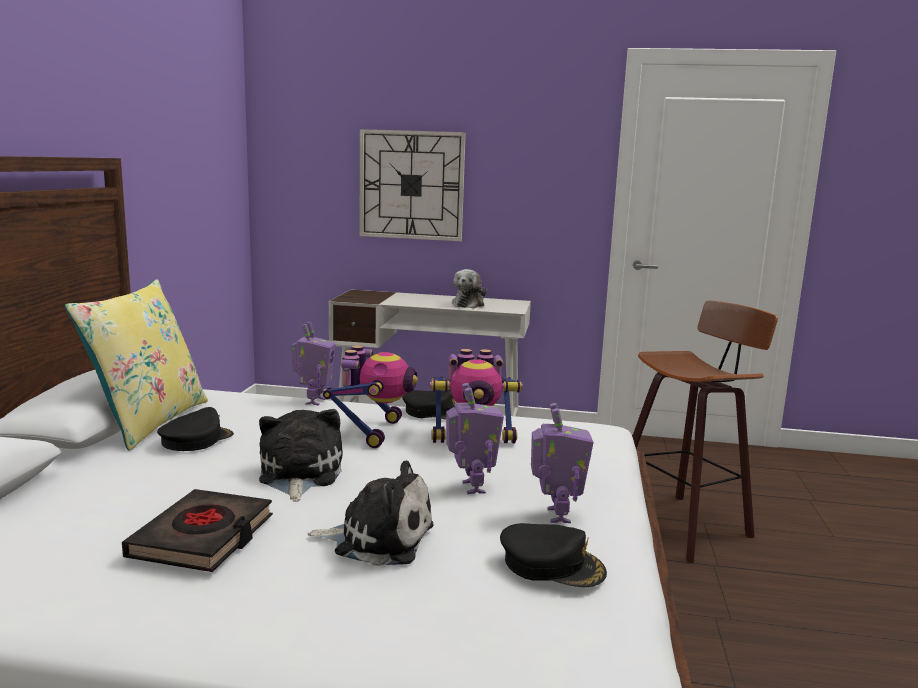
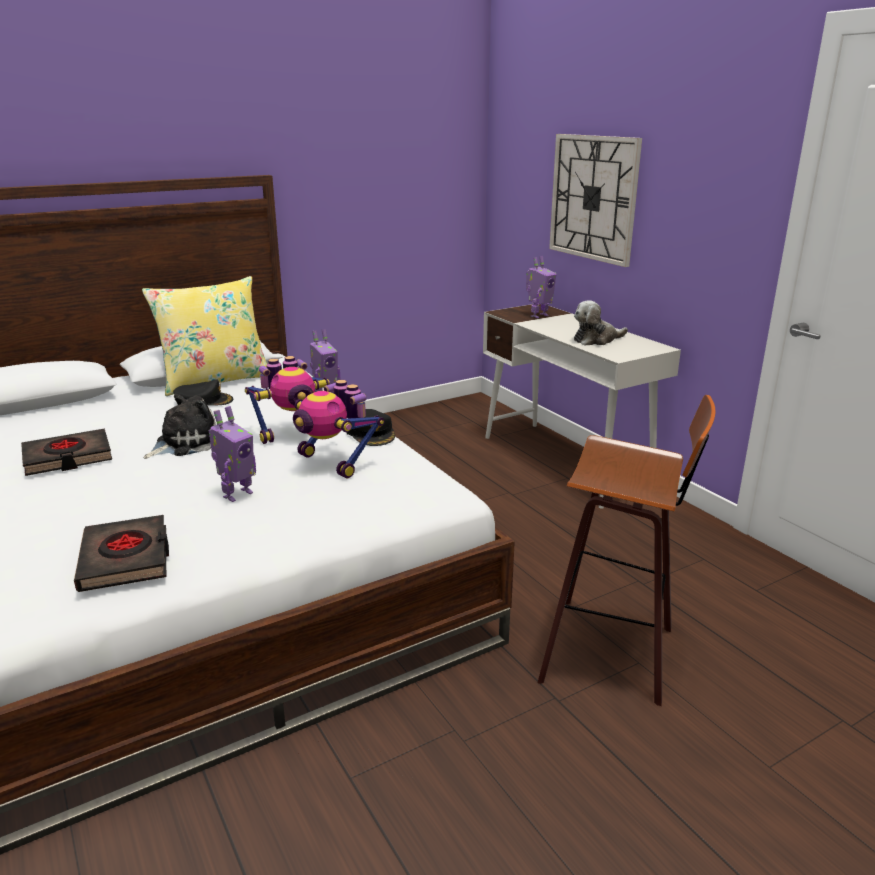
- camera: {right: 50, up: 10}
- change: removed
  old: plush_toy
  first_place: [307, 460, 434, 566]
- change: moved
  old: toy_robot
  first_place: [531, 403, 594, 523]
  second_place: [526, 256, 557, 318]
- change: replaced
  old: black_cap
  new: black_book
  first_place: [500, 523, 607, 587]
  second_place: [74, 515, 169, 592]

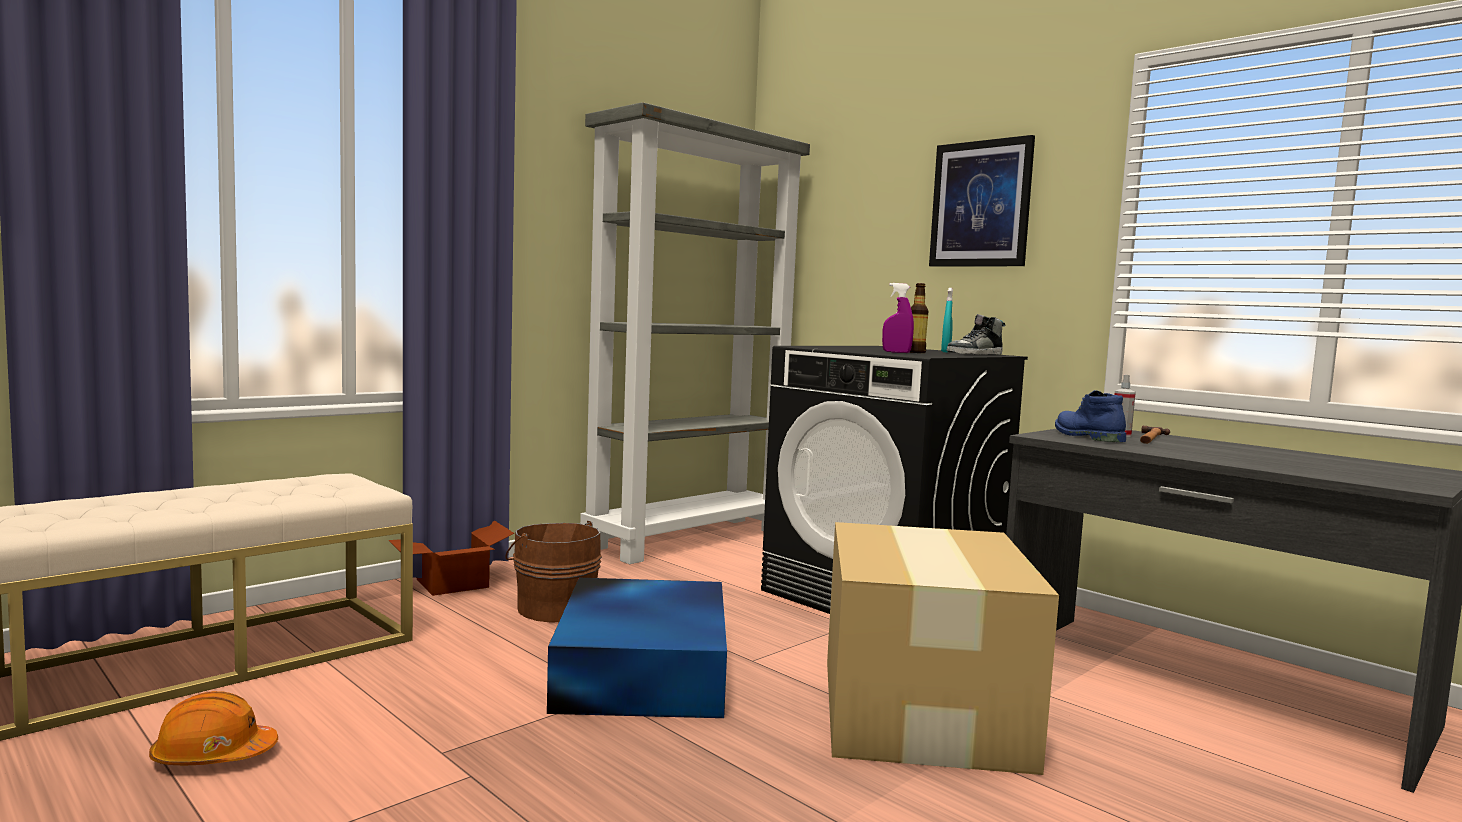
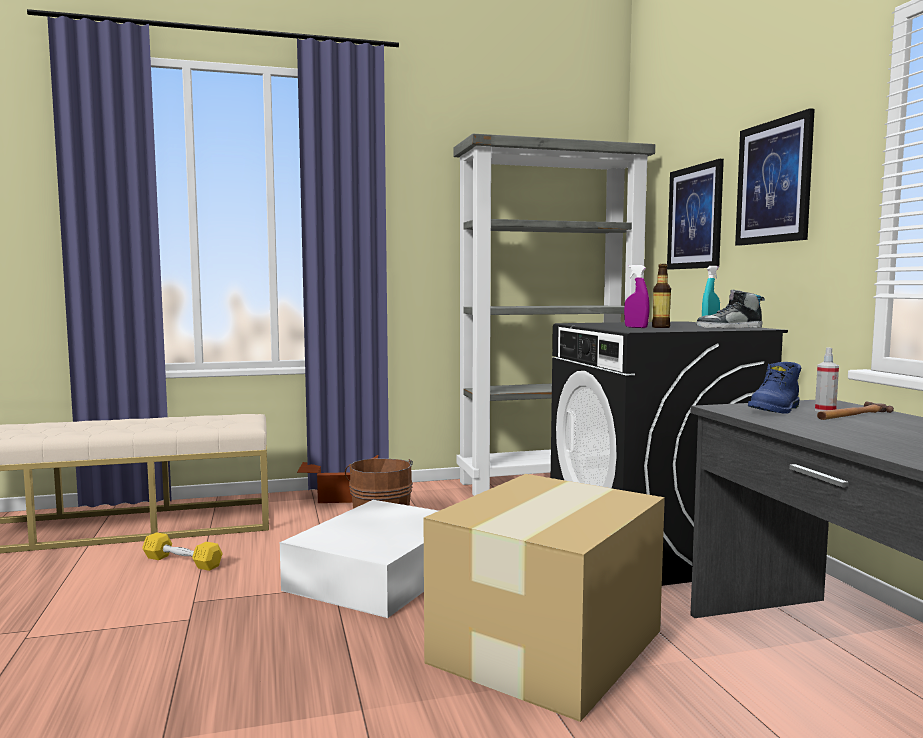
- camera: {right: 30, up: 0}
- change: removed
  old: orange_hard_hat
  first_place: [149, 691, 278, 765]
- change: added
  new: yellow_dumbbell
  second_place: [142, 532, 223, 571]
- change: added
  new: picture
  second_place: [667, 159, 724, 270]
- change: recoloured
  old: blue_storage_box
  new: white_storage_box
  first_place: [547, 578, 727, 718]
  second_place: [280, 500, 438, 618]
- change: turned
  old: blue_boot
  first_place: [1055, 390, 1126, 442]
  second_place: [748, 362, 801, 414]
  degrees: -150

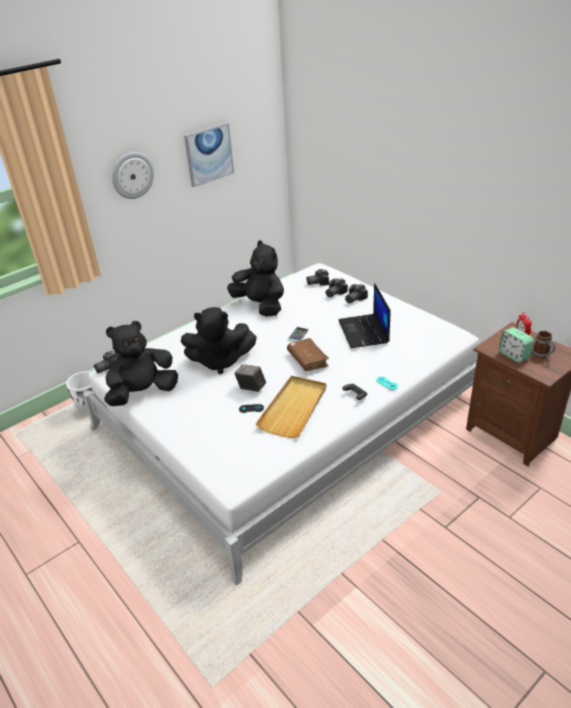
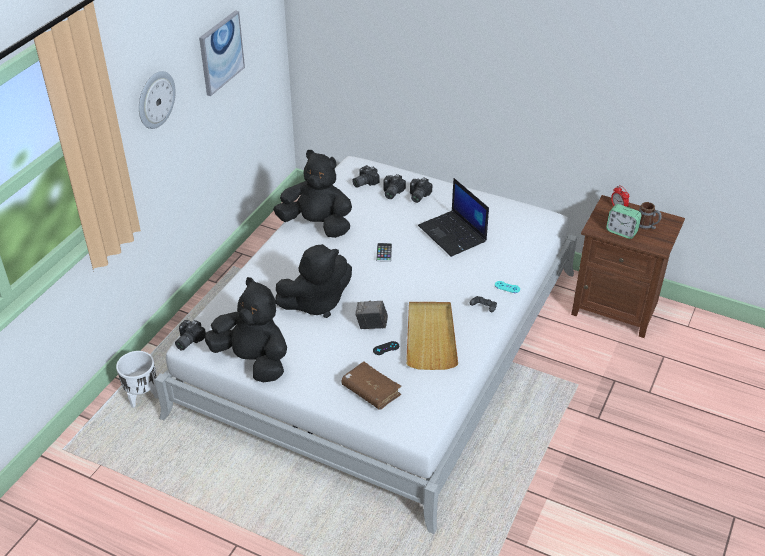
- camera: {right: -25, up: 5}
- change: moved
  old: brown_book
  first_place: [287, 338, 329, 371]
  second_place: [341, 362, 402, 410]
- change: turned
  old: black_plush_toy
  first_place: [104, 321, 178, 406]
  second_place: [205, 277, 287, 382]
  degrees: 90

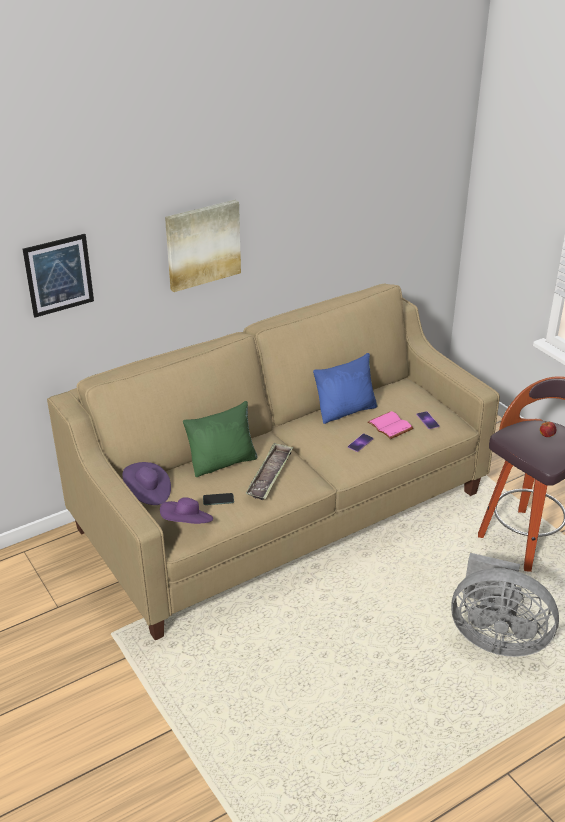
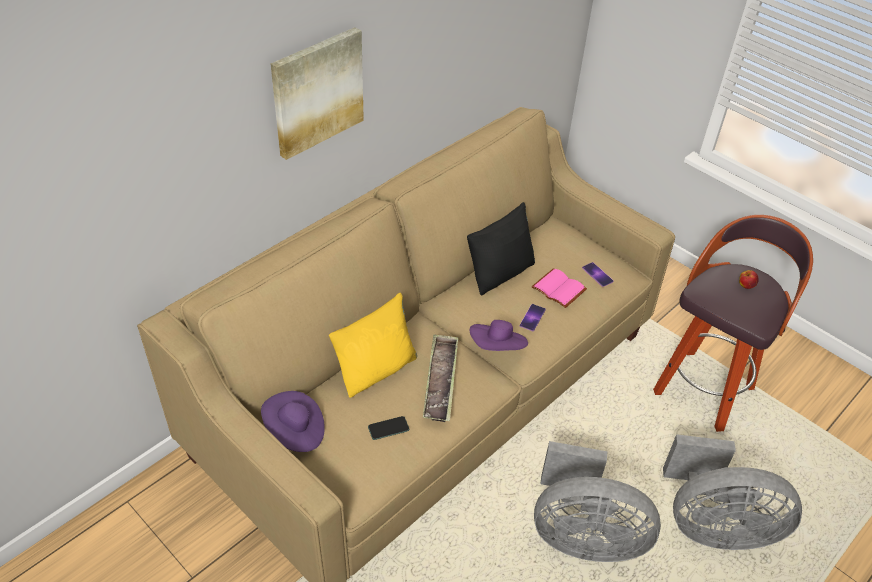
- camera: {right: -15, up: 10}
- change: removed
  old: picture
  first_place: [22, 234, 94, 318]
- change: added
  new: grey_fan
  second_place: [534, 441, 661, 562]
- change: moved
  old: purple_hat
  first_place: [160, 497, 213, 524]
  second_place: [470, 320, 528, 351]
- change: recoloured
  old: green_pillow
  new: yellow_pillow
  first_place: [183, 401, 258, 477]
  second_place: [329, 293, 417, 398]
- change: recoloured
  old: blue_pillow
  new: black_pillow
  first_place: [313, 353, 377, 424]
  second_place: [467, 202, 535, 295]

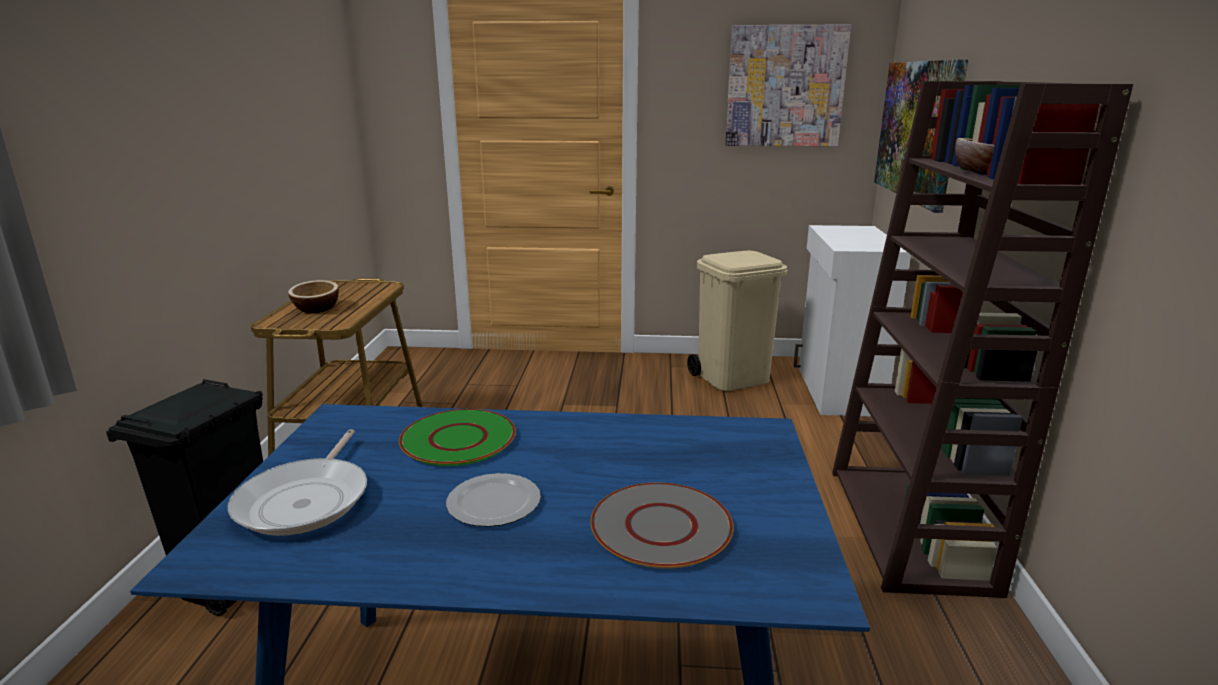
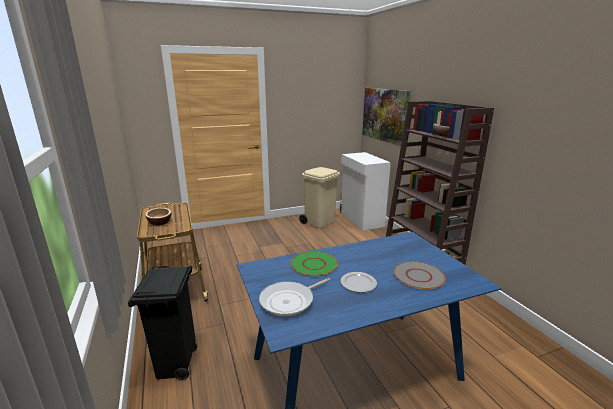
- camera: {right: -25, up: 0}
- change: removed
  old: picture
  first_place: [725, 25, 851, 146]
- change: turned
  old: frying_pan
  first_place: [228, 429, 367, 536]
  second_place: [259, 278, 330, 316]
  degrees: 75

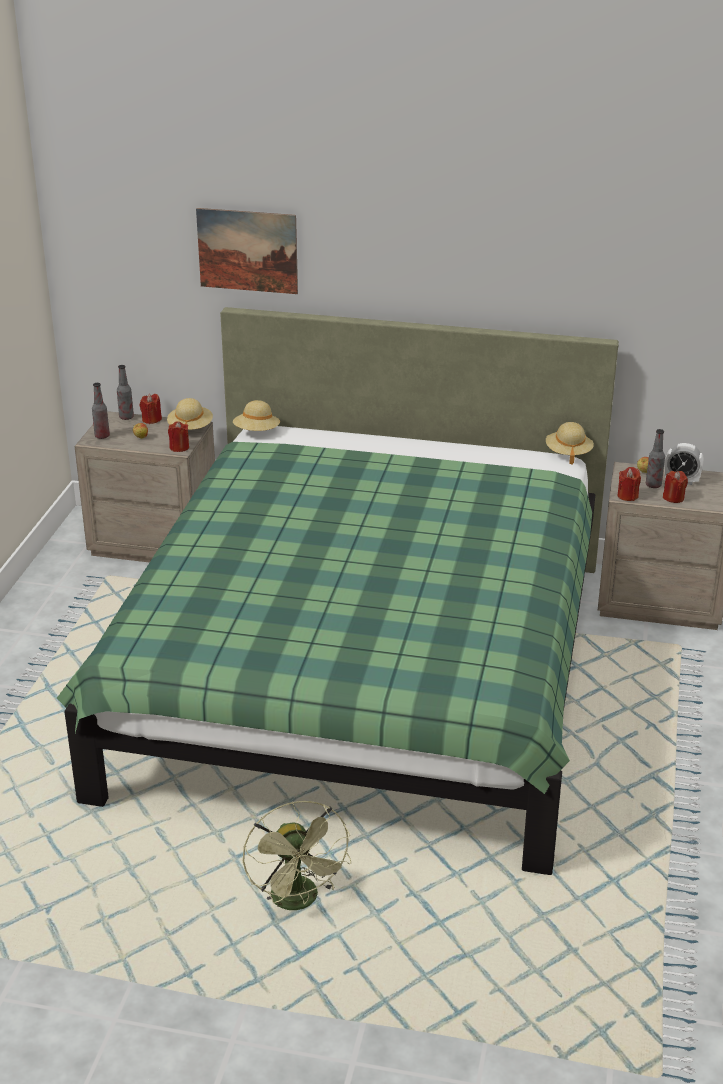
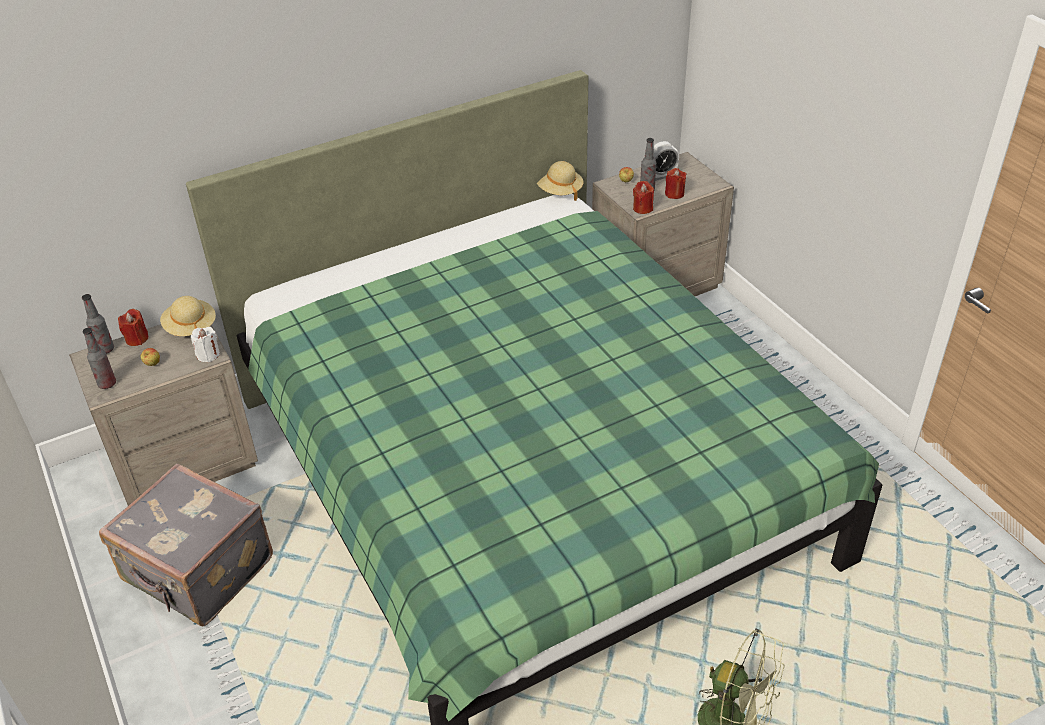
- camera: {right: -40, up: 10}
- change: removed
  old: picture
  first_place: [196, 208, 298, 294]
- change: removed
  old: beige_hat
  first_place: [233, 400, 280, 431]
- change: added
  new: grey_suitcase
  second_place: [99, 463, 273, 627]
- change: recoloured
  old: red_candle
  new: white_candle
  first_place: [168, 421, 189, 452]
  second_place: [191, 327, 220, 363]

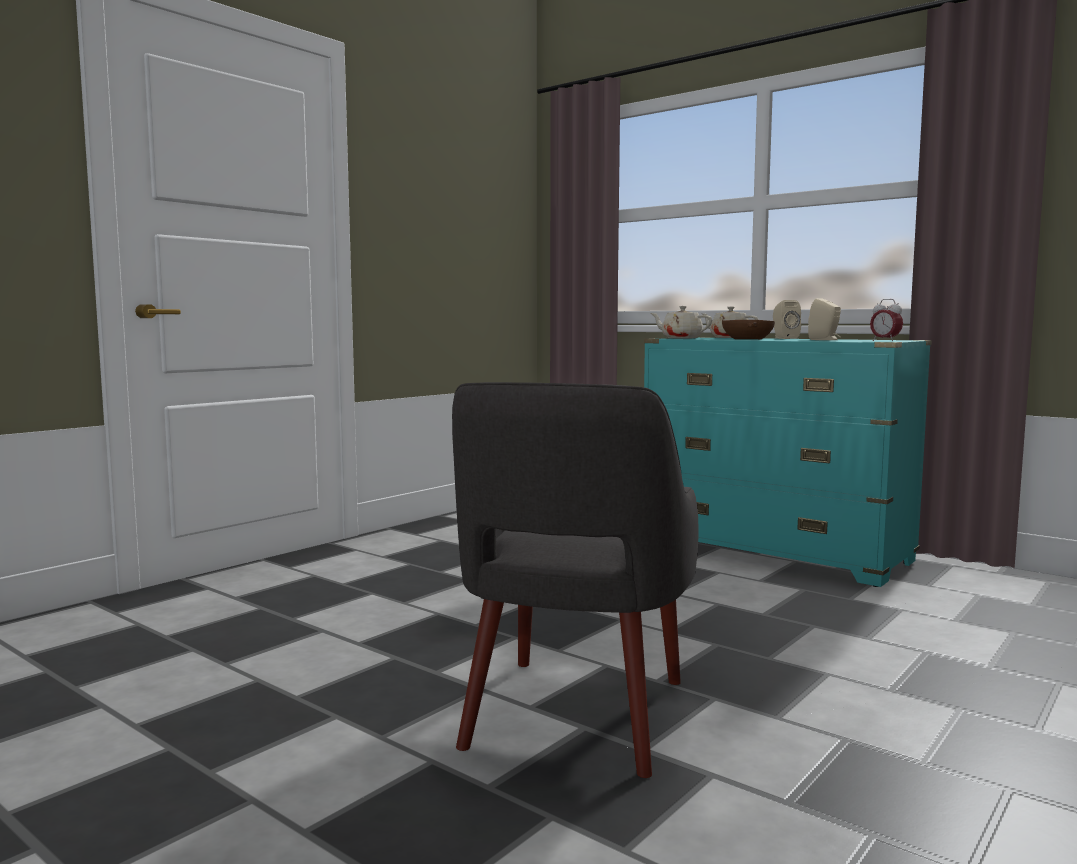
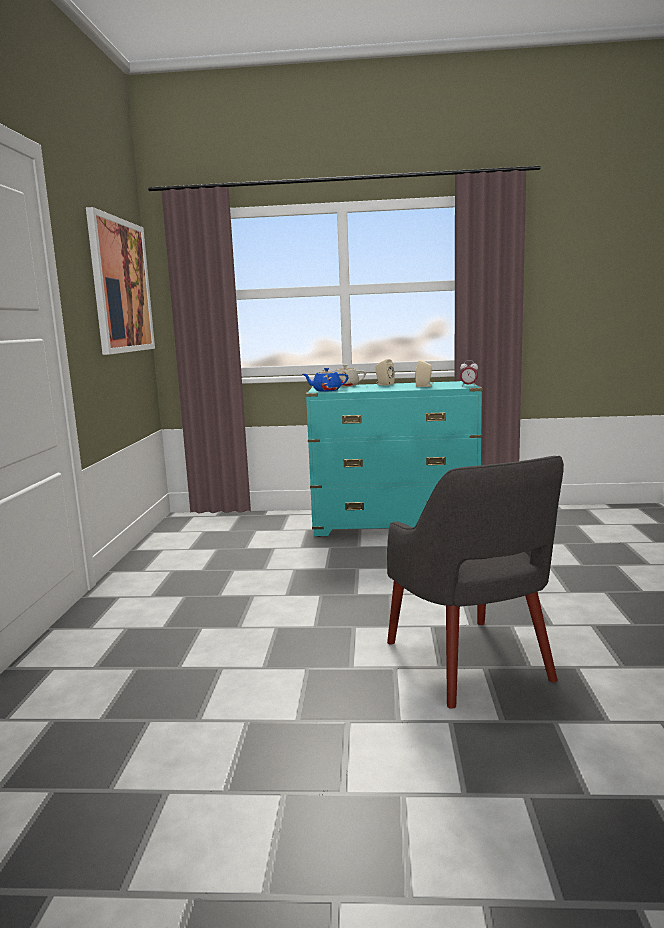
- camera: {right: -35, up: 5}
- change: removed
  old: brown_bowl
  first_place: [722, 320, 775, 339]
- change: added
  new: picture
  second_place: [86, 207, 155, 355]
- change: recoloured
  old: beige_teapot
  new: blue_teapot
  first_place: [651, 306, 712, 339]
  second_place: [303, 368, 349, 392]

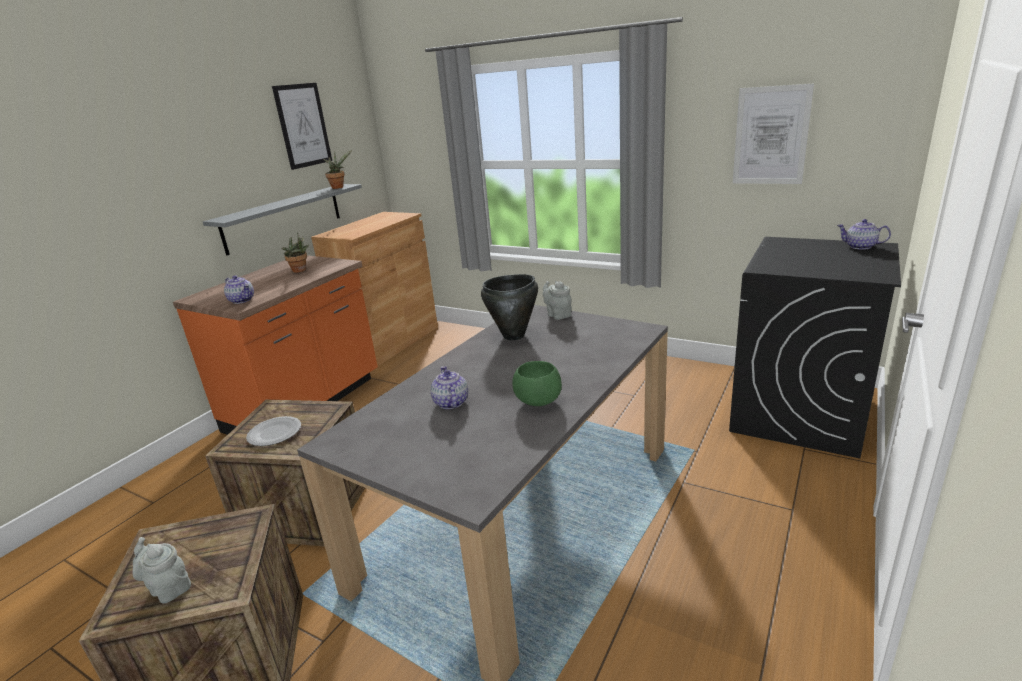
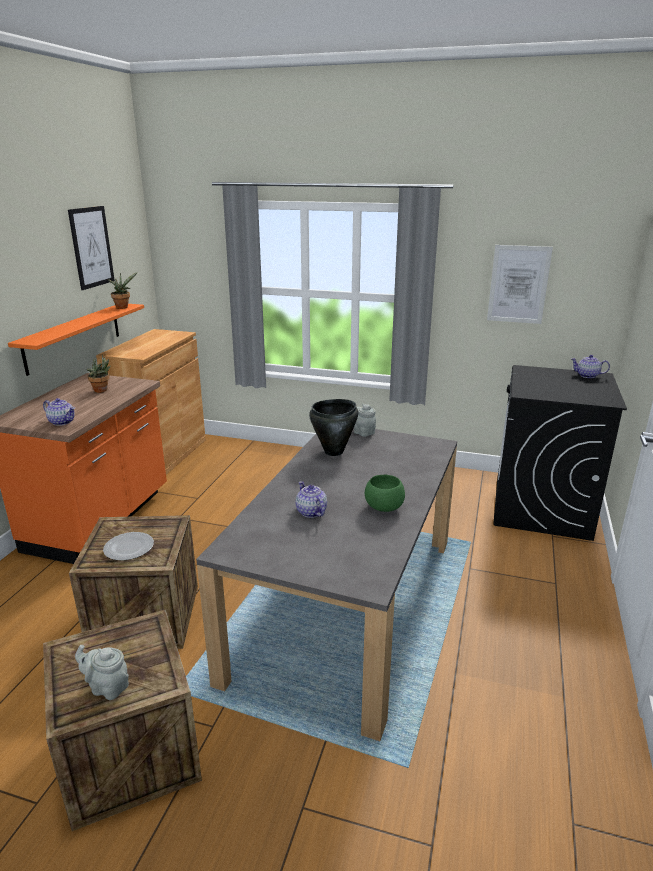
- camera: {right: -15, up: 0}
- change: recoloured
  old: grey_shelf
  new: orange_shelf
  first_place: [203, 184, 362, 255]
  second_place: [8, 304, 144, 376]

